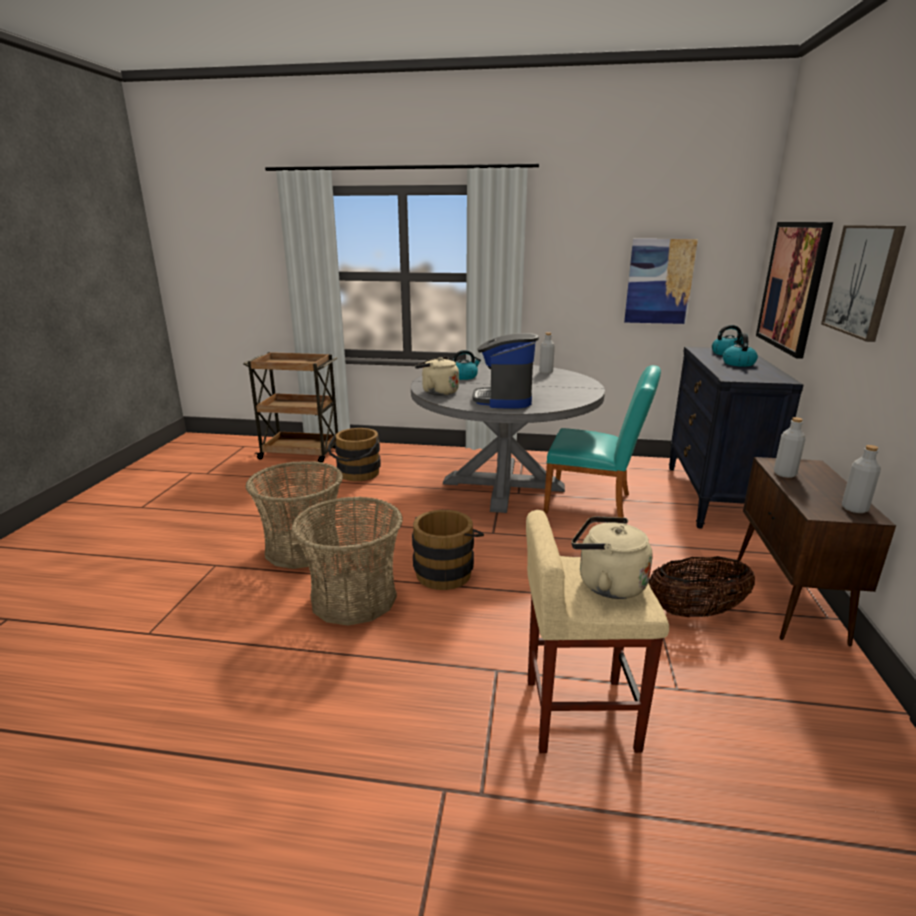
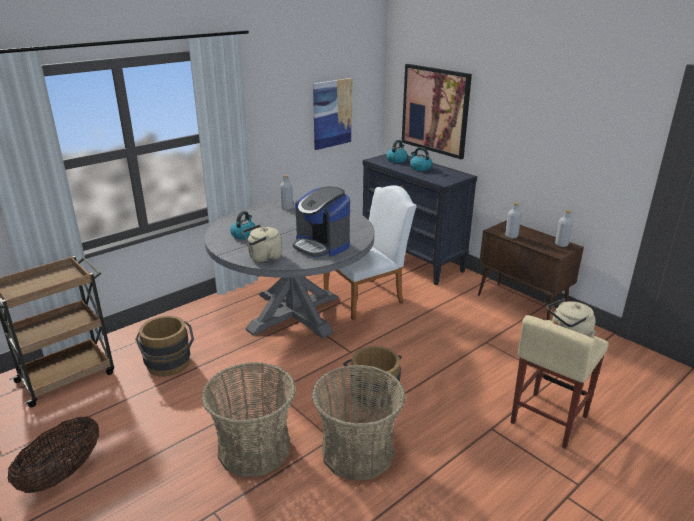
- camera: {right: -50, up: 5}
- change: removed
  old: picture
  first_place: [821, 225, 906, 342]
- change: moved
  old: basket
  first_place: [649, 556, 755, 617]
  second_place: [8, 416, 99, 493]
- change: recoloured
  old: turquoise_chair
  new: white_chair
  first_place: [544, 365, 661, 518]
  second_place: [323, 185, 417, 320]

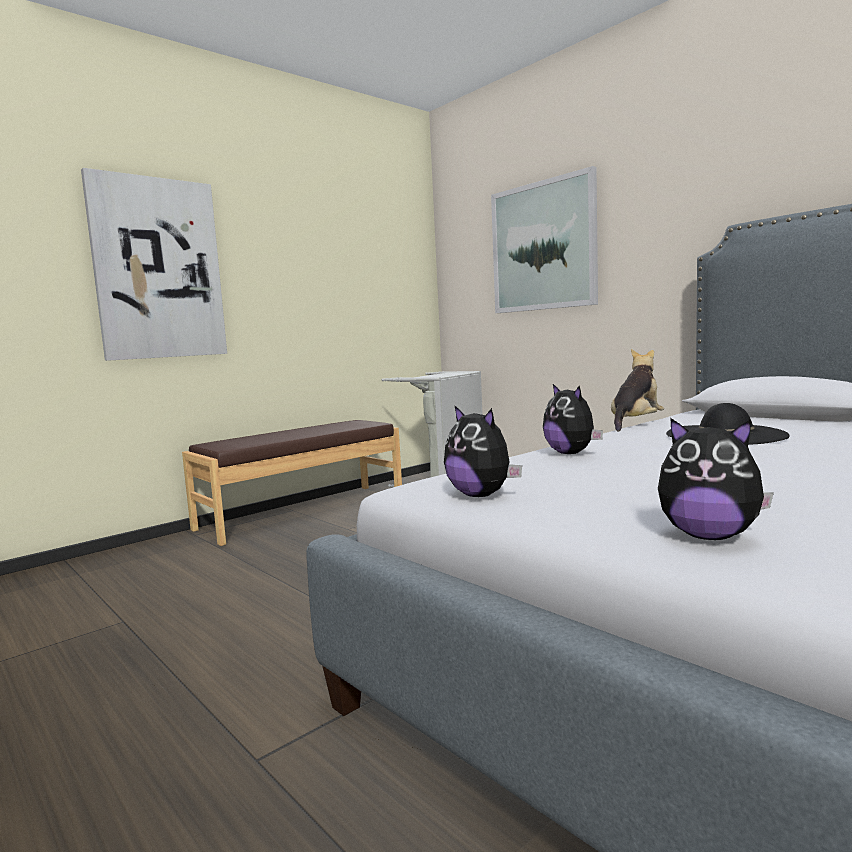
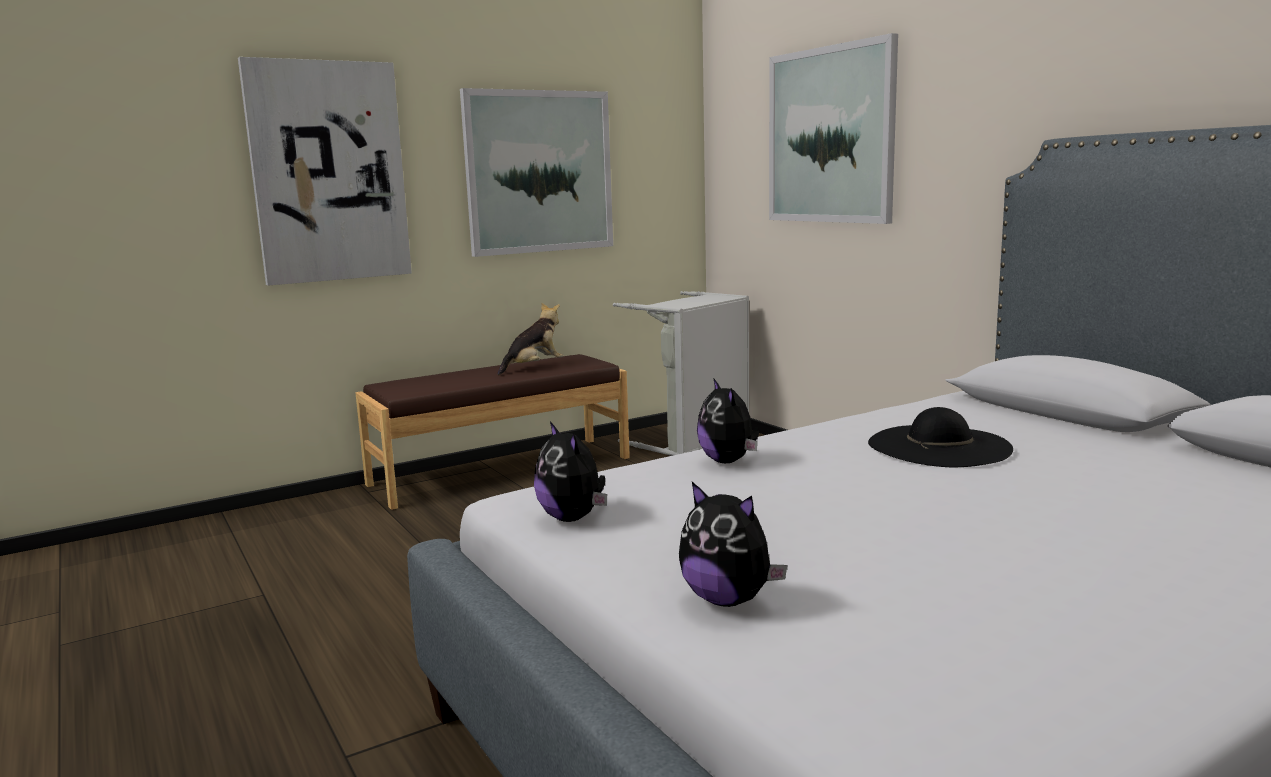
- camera: {right: 10, up: 5}
- change: added
  new: picture
  second_place: [460, 88, 613, 257]
- change: moved
  old: plush_toy
  first_place: [611, 349, 664, 432]
  second_place: [498, 303, 563, 375]

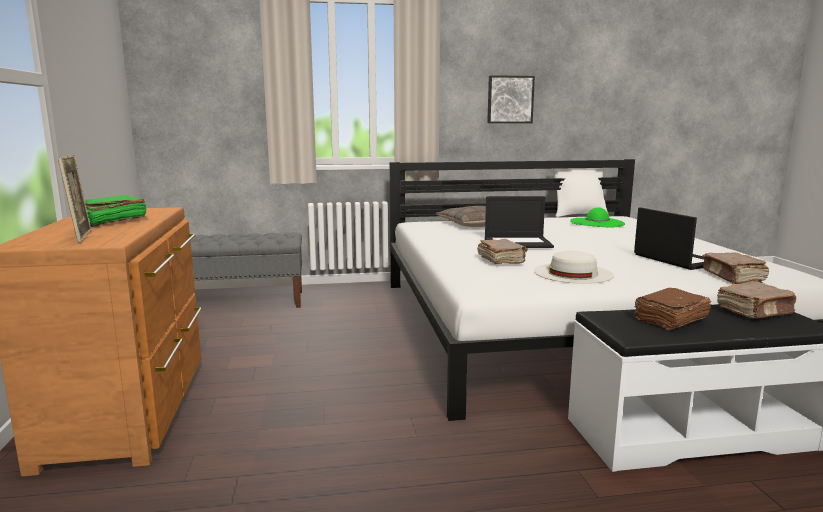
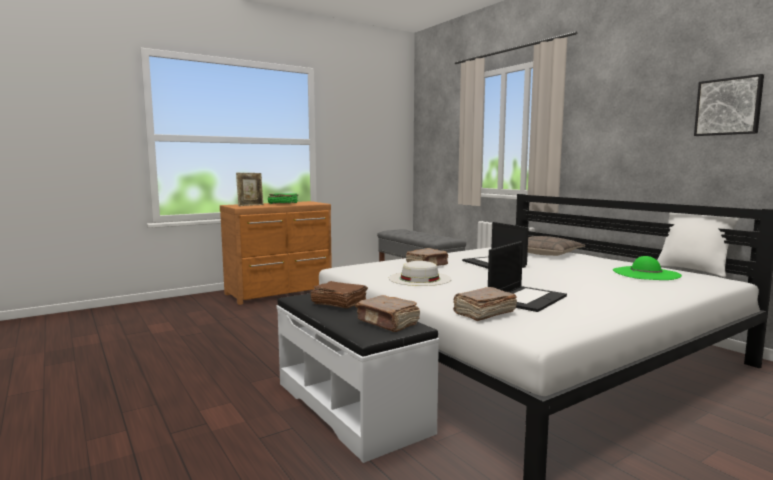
- camera: {right: 65, up: -5}
- change: moved
  old: picture
  first_place: [487, 75, 535, 123]
  second_place: [694, 74, 764, 136]

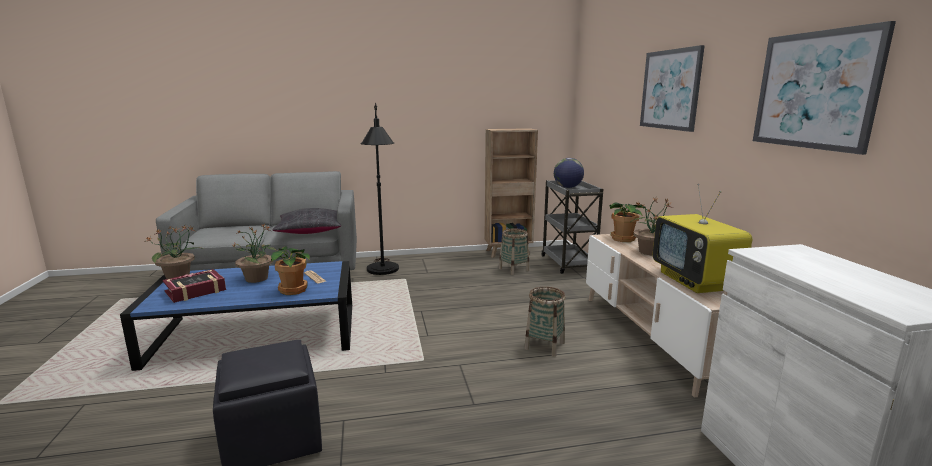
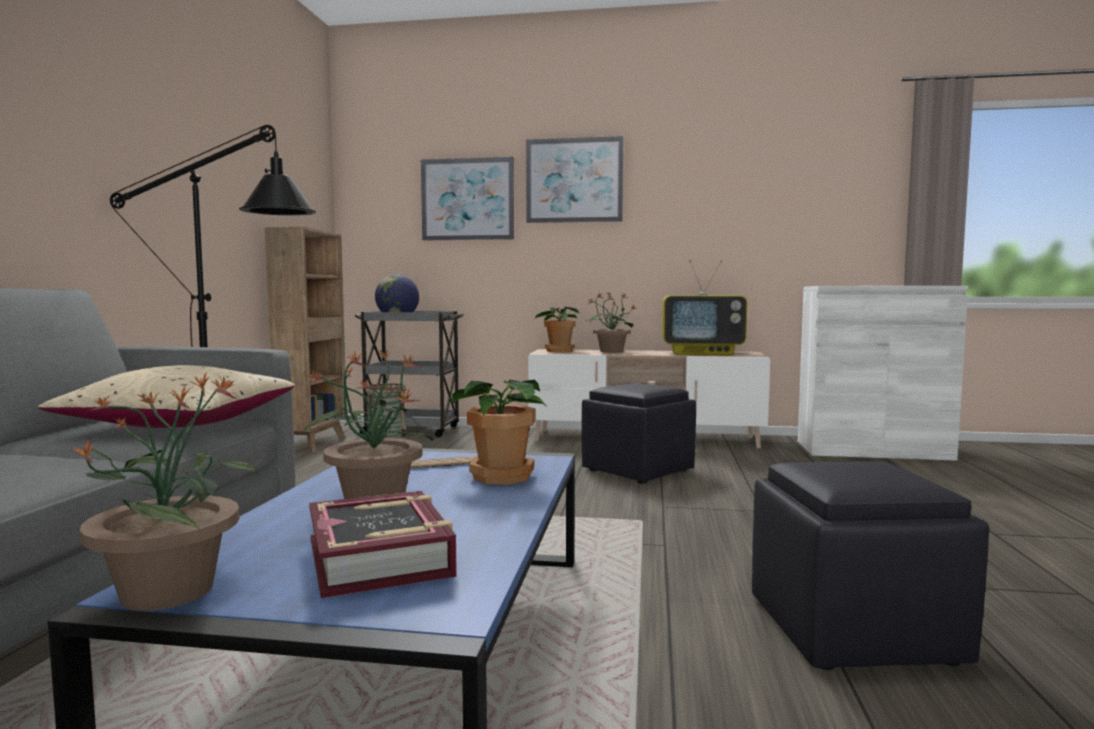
- camera: {right: -70, up: -10}
- change: moved
  old: picture
  first_place: [753, 21, 896, 155]
  second_place: [421, 157, 514, 240]
- change: replaced
  old: basket
  new: black_ottoman
  first_place: [524, 287, 566, 357]
  second_place: [582, 383, 696, 484]
- change: recoloured
  old: black_pillow
  new: beige_pillow
  first_place: [272, 208, 341, 234]
  second_place: [38, 365, 295, 428]

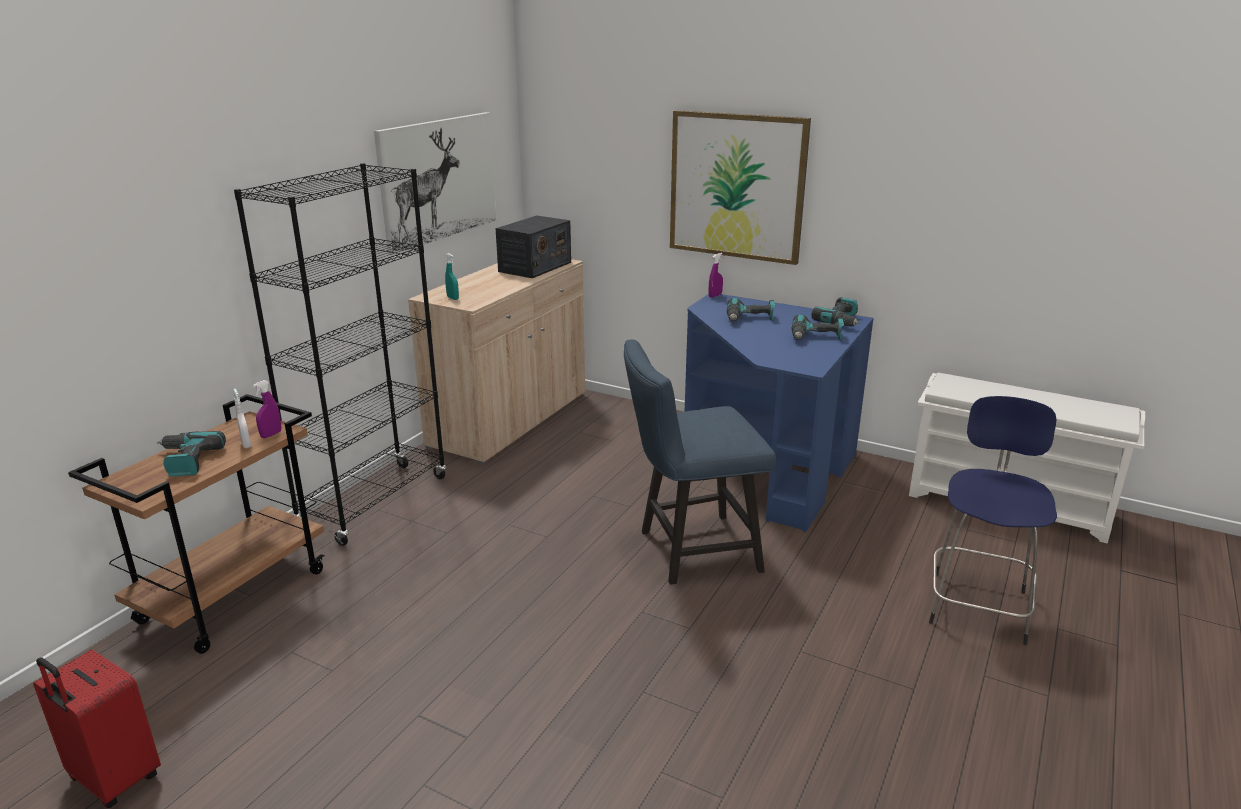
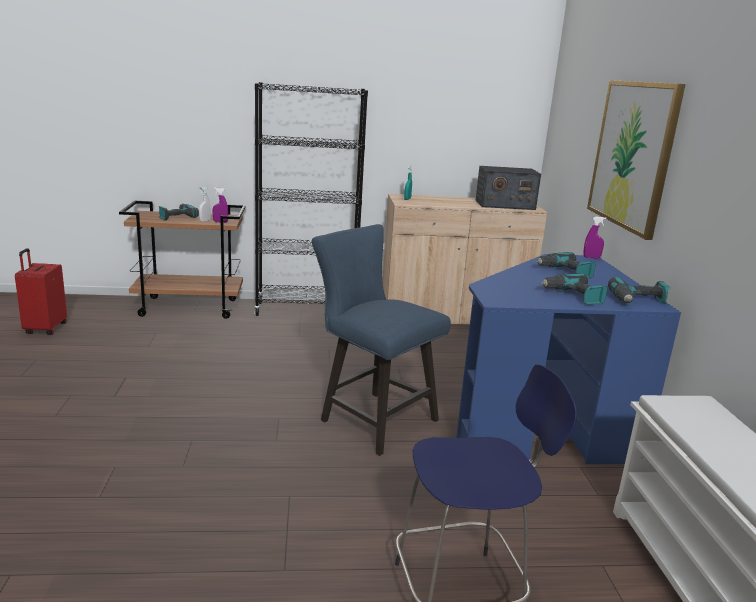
- camera: {right: 55, up: -5}
- change: removed
  old: picture
  first_place: [374, 112, 496, 255]

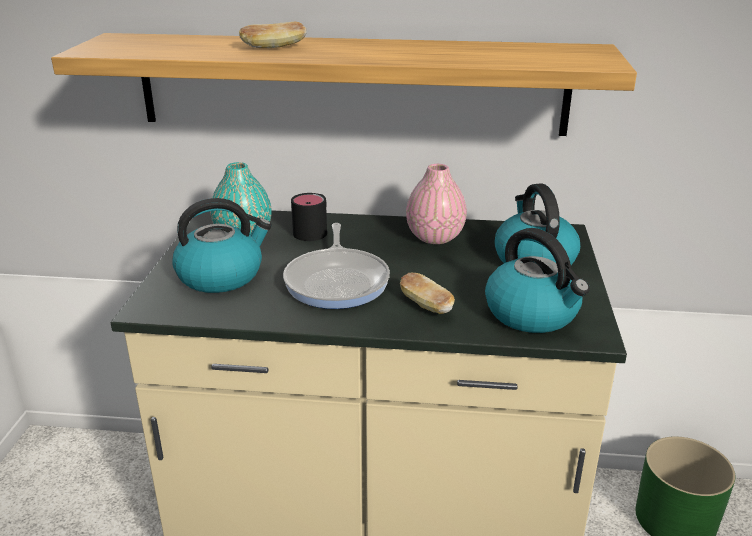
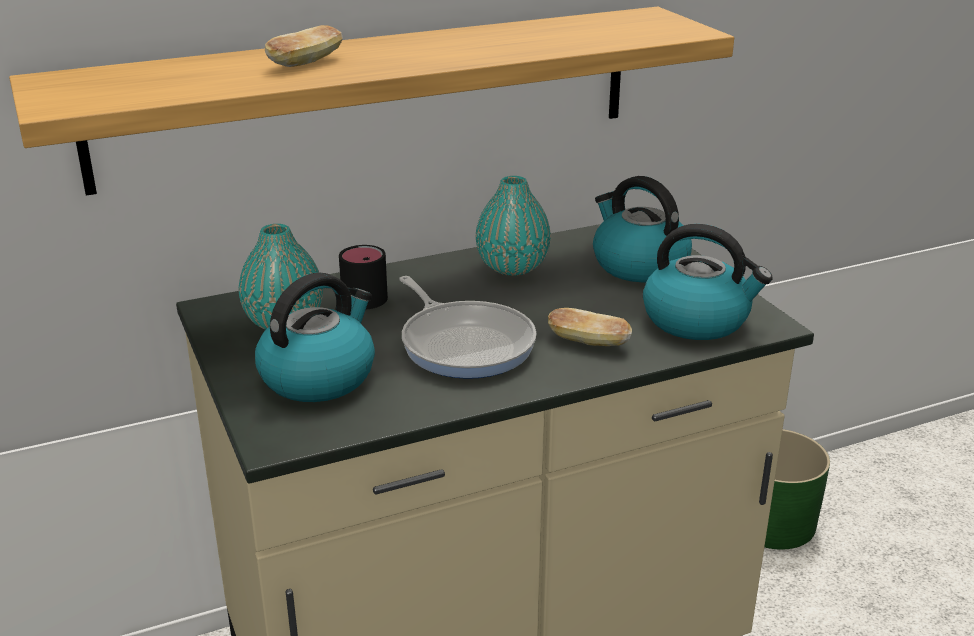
- camera: {right: -30, up: 0}
- change: recoloured
  old: pink_vase
  new: turquoise_vase
  first_place: [406, 164, 467, 244]
  second_place: [476, 176, 551, 276]

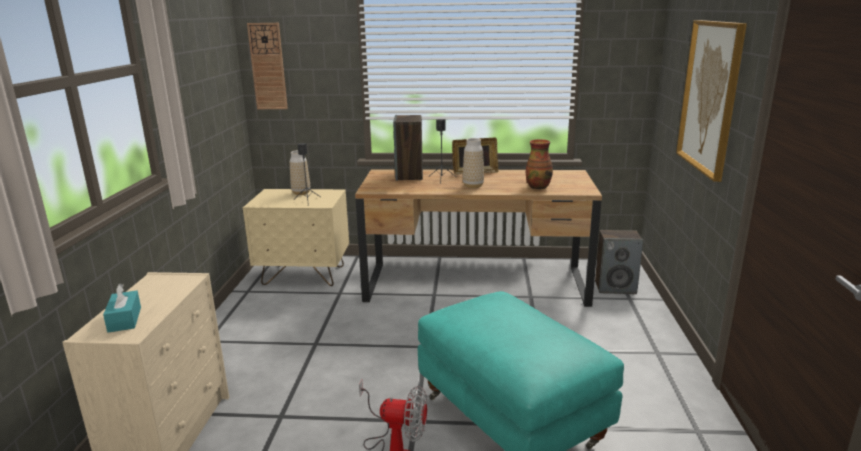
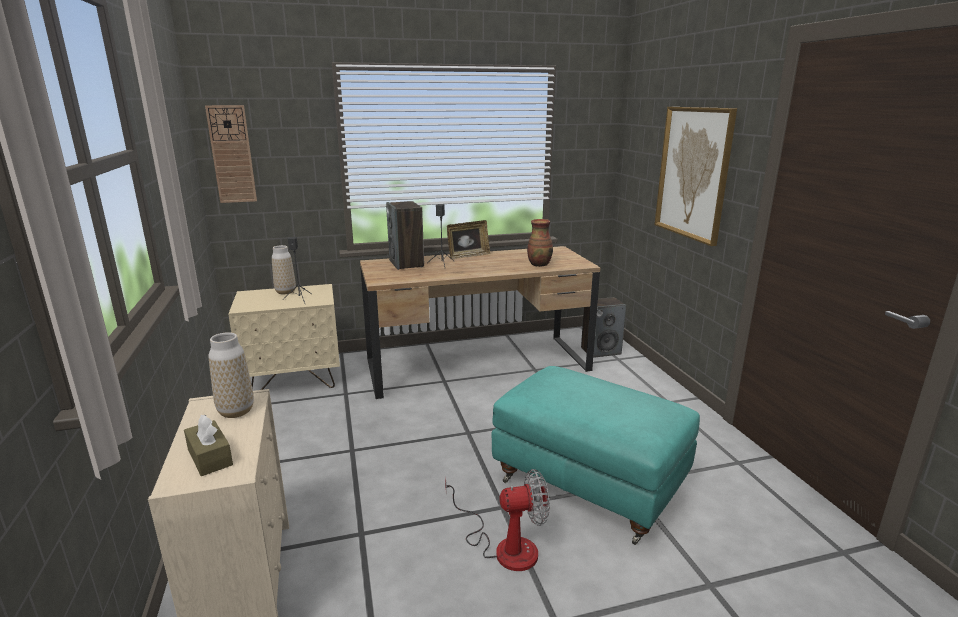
- camera: {right: -20, up: 0}
- change: moved
  old: vase
  first_place: [463, 138, 484, 188]
  second_place: [208, 332, 254, 418]
- change: recoloured
  old: turquoise_tissue_box
  new: brown_tissue_box
  first_place: [103, 284, 141, 333]
  second_place: [184, 415, 233, 476]

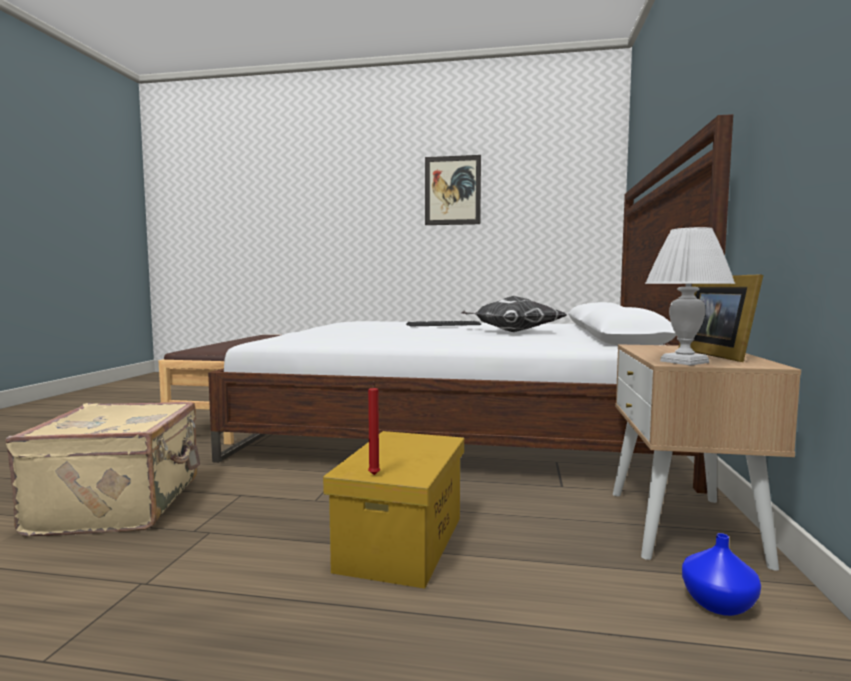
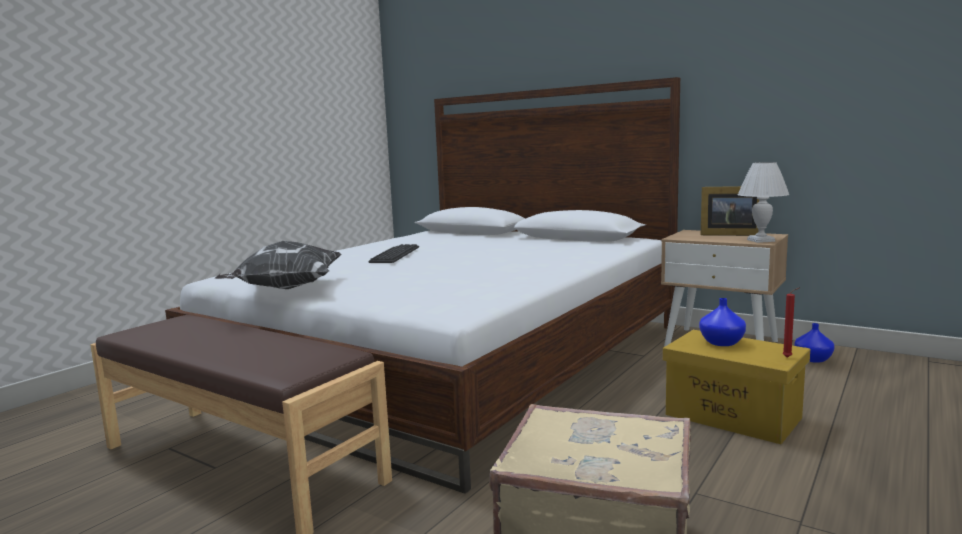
- camera: {right: -65, up: 5}
- change: removed
  old: picture
  first_place: [425, 155, 481, 225]
- change: added
  new: blue_vase
  second_place: [699, 298, 746, 346]
- change: moved
  old: pillow
  first_place: [461, 296, 567, 332]
  second_place: [215, 241, 342, 289]

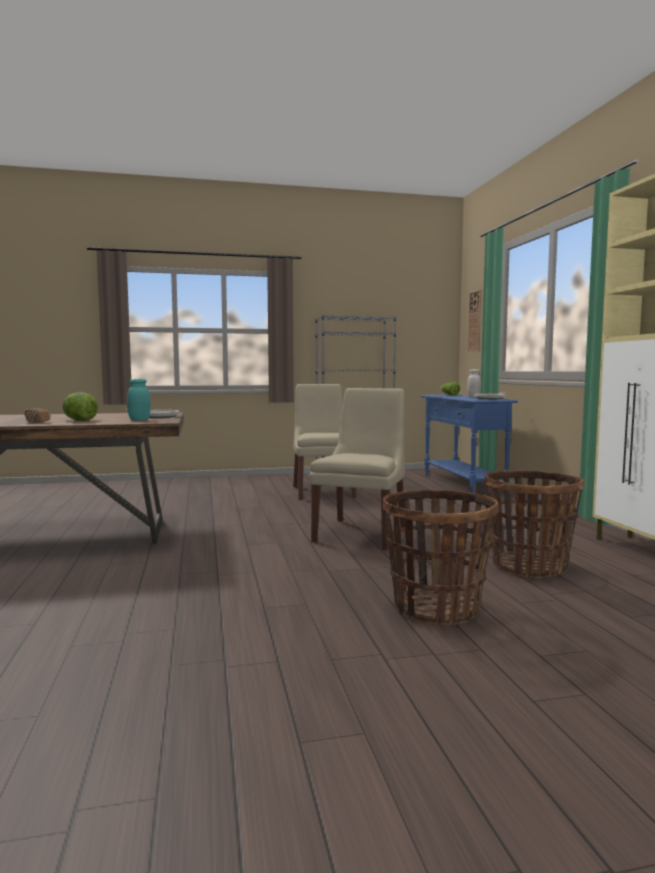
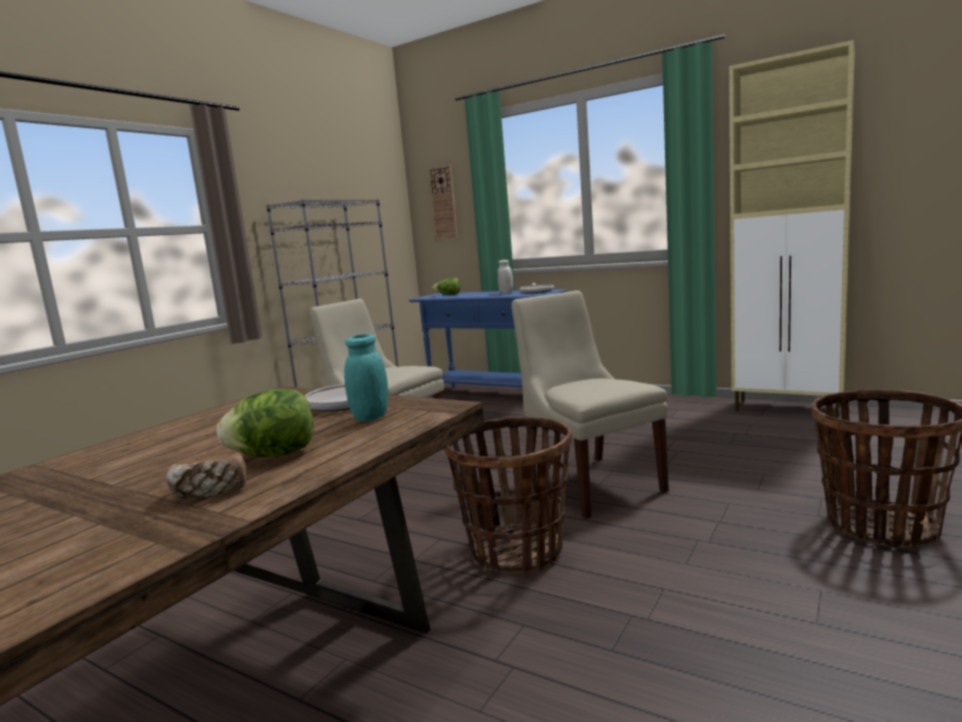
- camera: {right: -45, up: 5}
- change: moved
  old: basket
  first_place: [485, 470, 584, 578]
  second_place: [445, 417, 572, 573]

